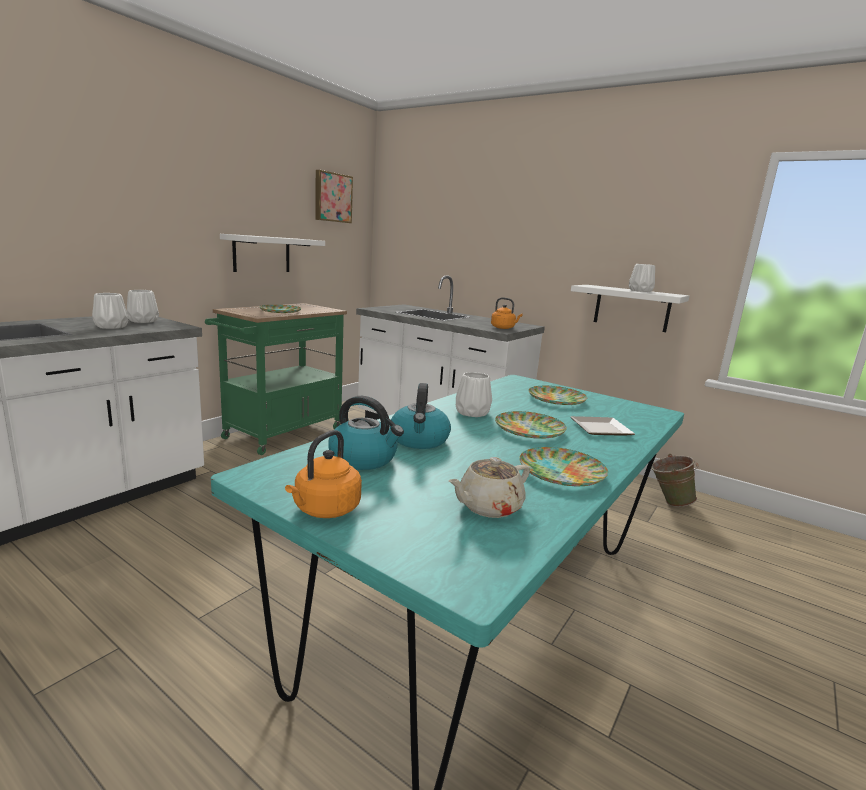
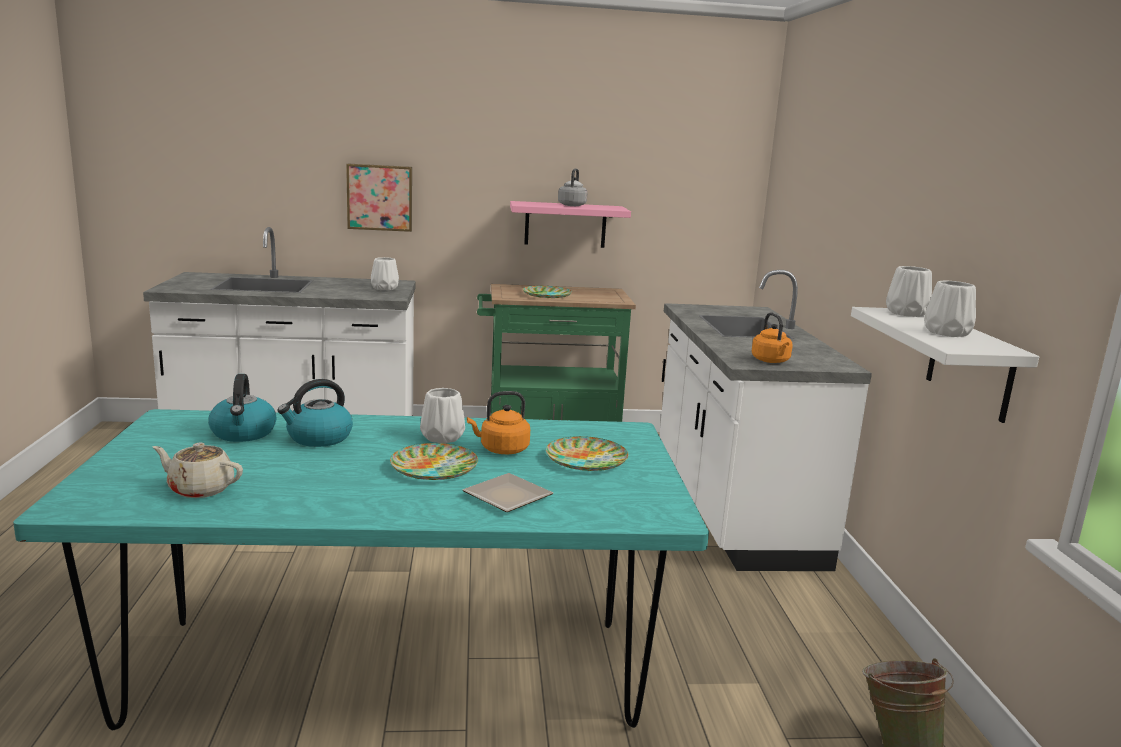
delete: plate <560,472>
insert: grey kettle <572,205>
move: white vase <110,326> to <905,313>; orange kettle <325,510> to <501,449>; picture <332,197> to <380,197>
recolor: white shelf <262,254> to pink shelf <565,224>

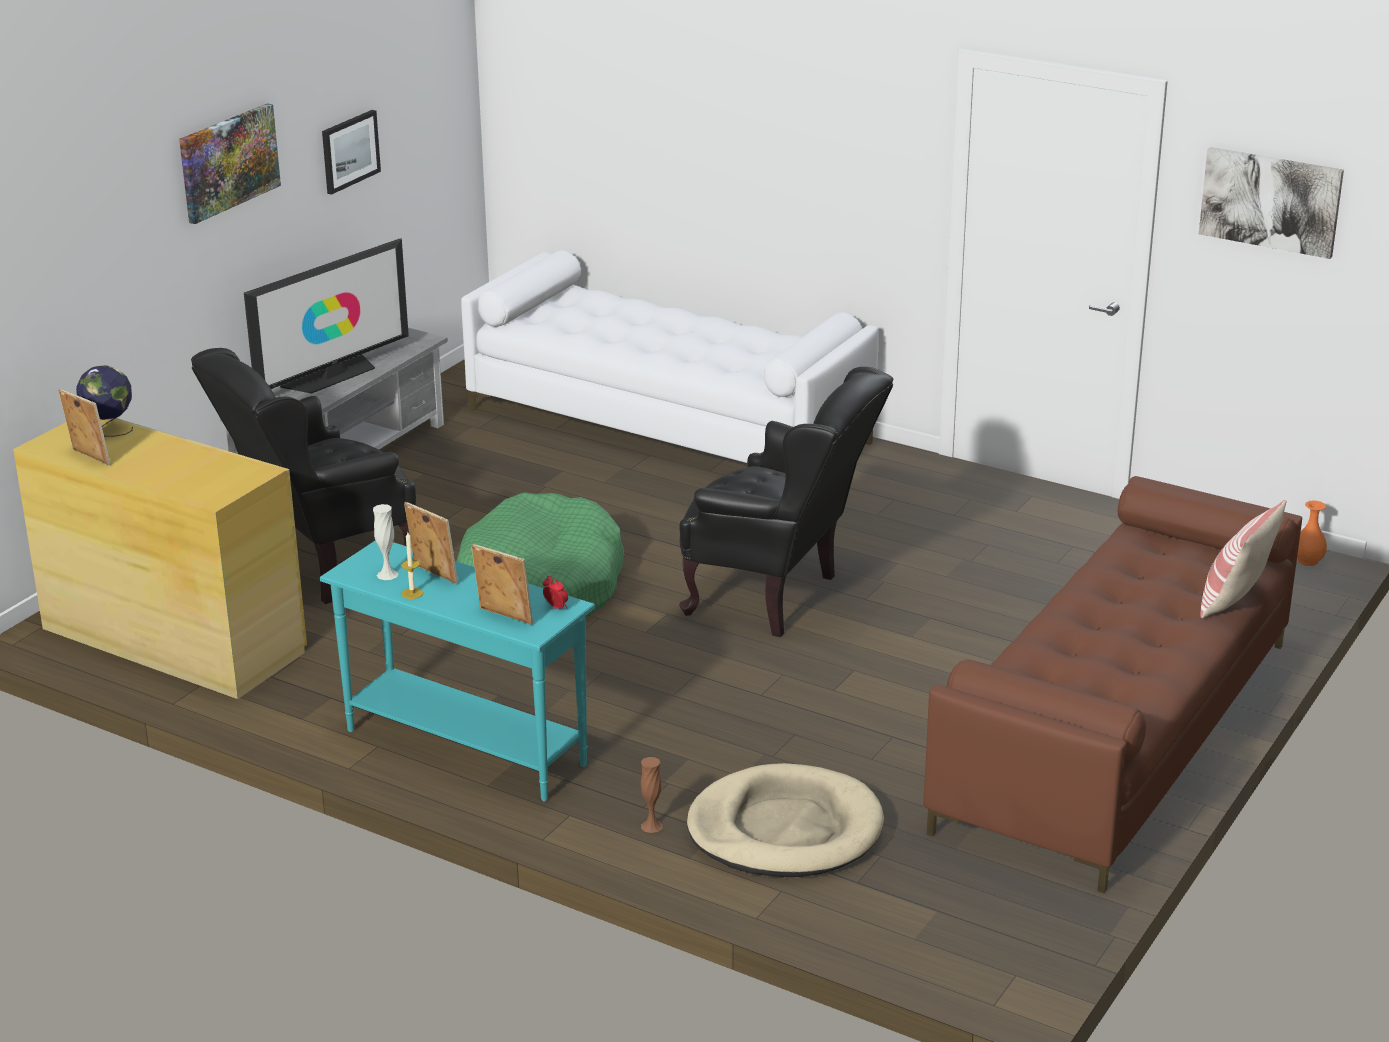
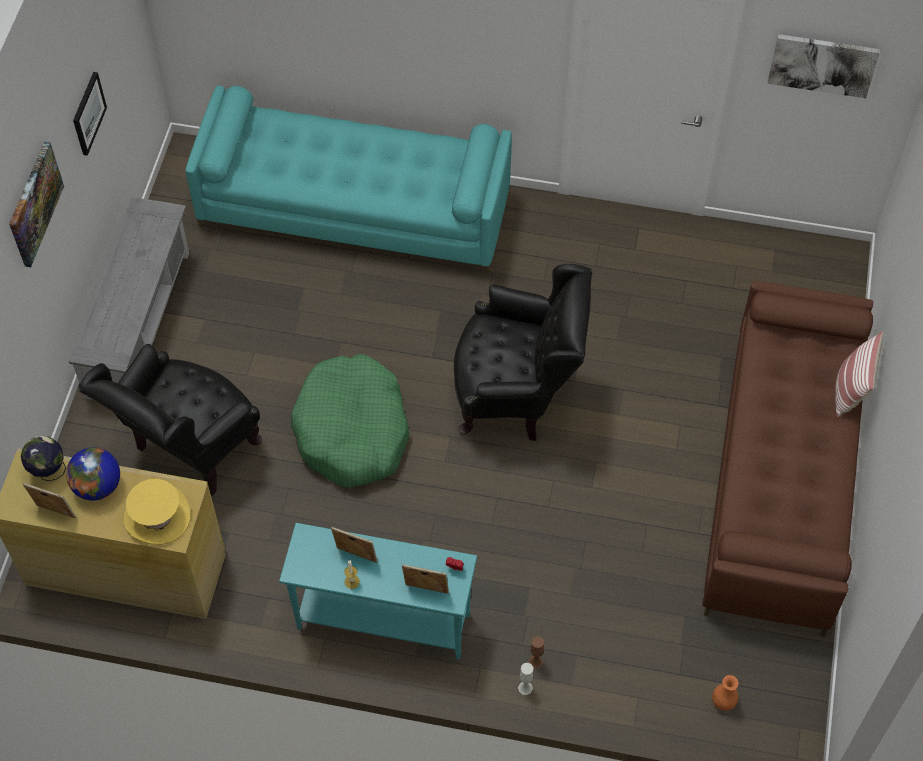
delete: television <332,376>; beige dog bed <785,830>
insert: globe <97,486>; yellow hat <157,517>
move: white vase <387,574> to <525,688>; orange vase <1308,561> to <723,701>
recolor: white sofa <668,426> to turquoise sofa <355,209>

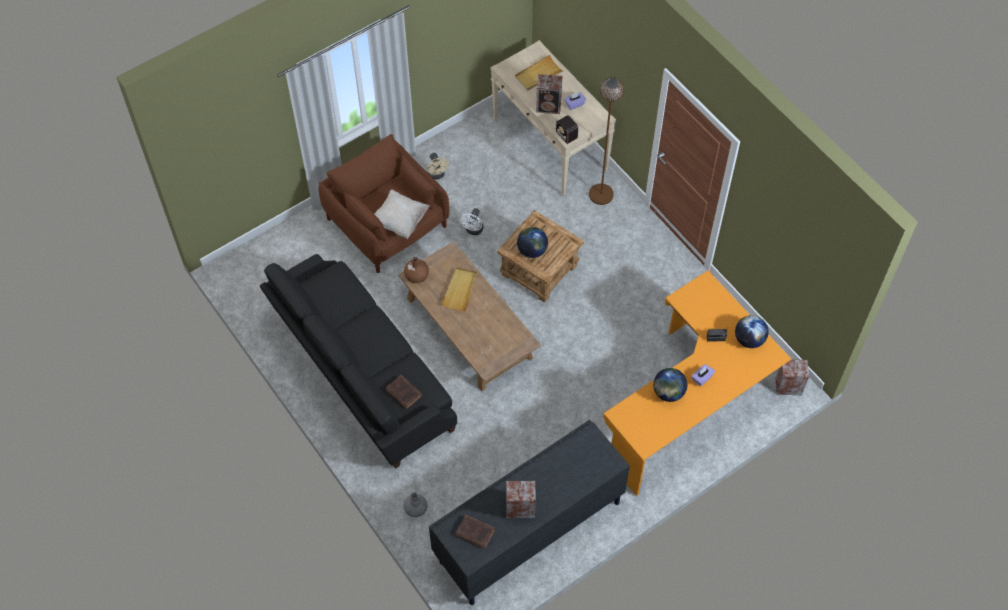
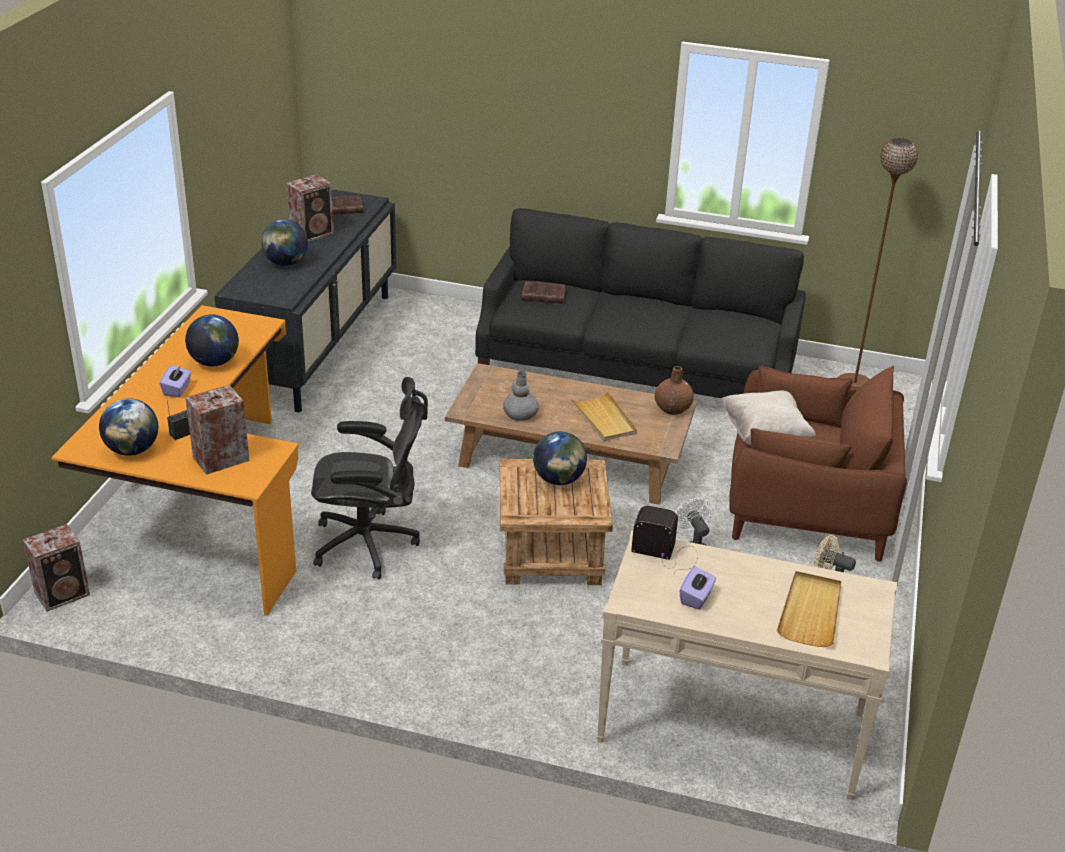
insert: globe <286,263>; office chair <370,544>
move: grey vase <416,508> to <520,414>; speaker <549,106> to <219,459>; brown floor lamp <600,195> to <854,386>

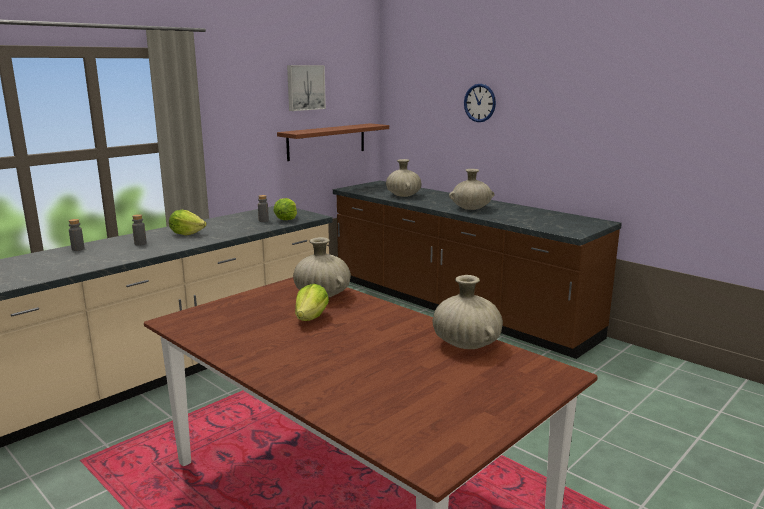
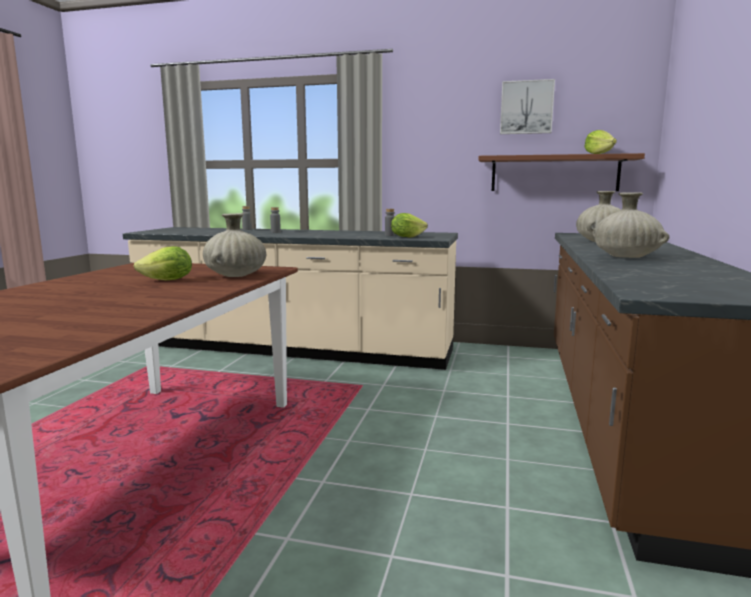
delete: beige vase <466,344>; wall clock <479,103>
move: lettuce <187,234> to <598,154>

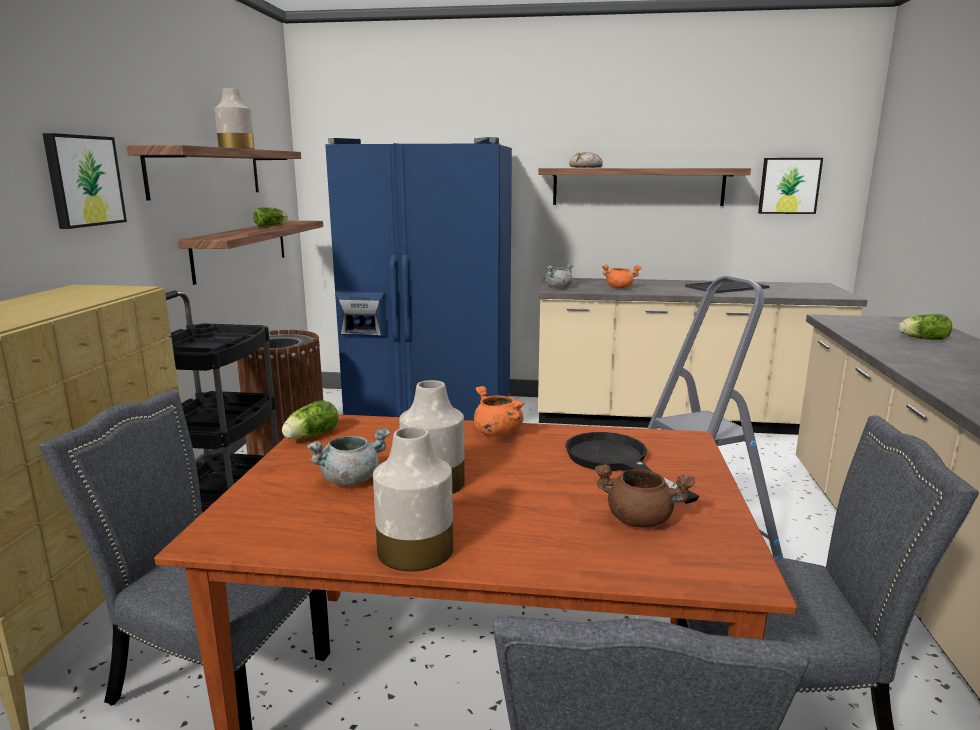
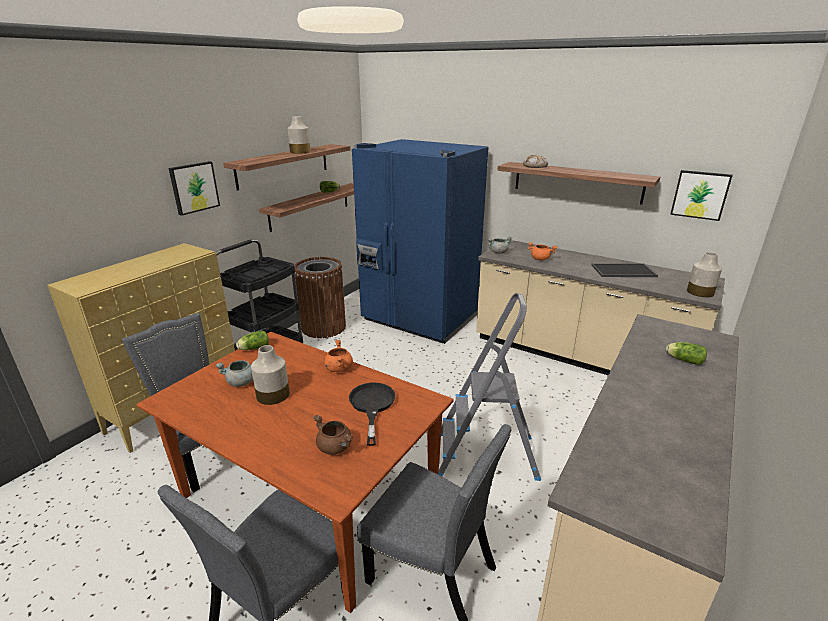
move: beige vase <415,550> to <700,292>

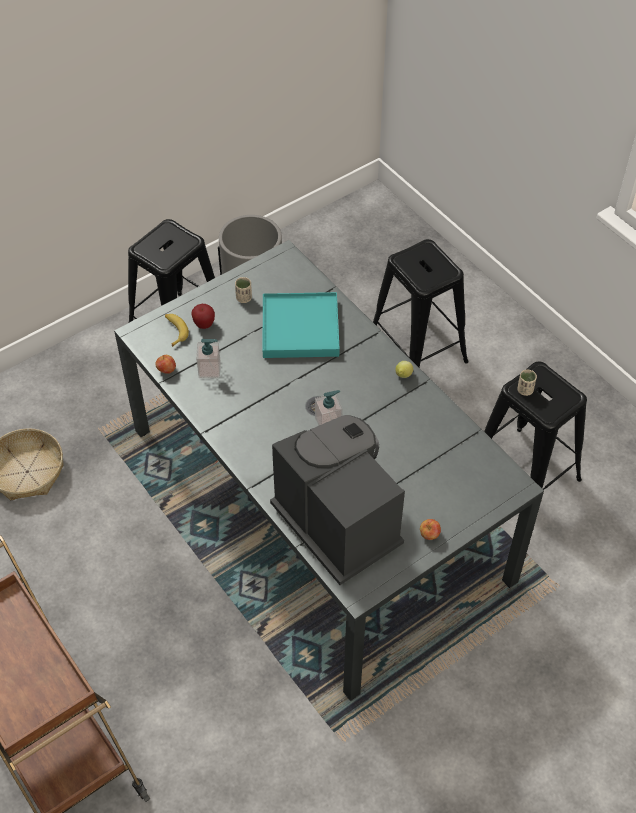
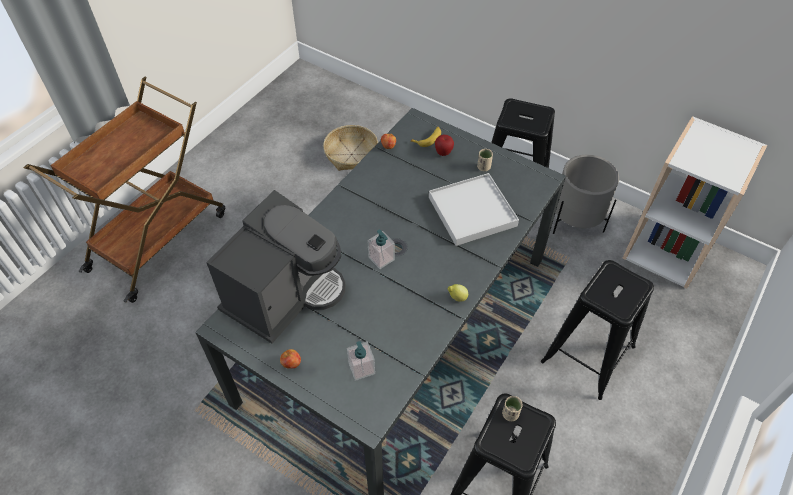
insert: bookcase <667,250>
move: soap dispenser <210,370> to <361,368>
recolor: turquoise tray <300,328> to white tray <472,212>

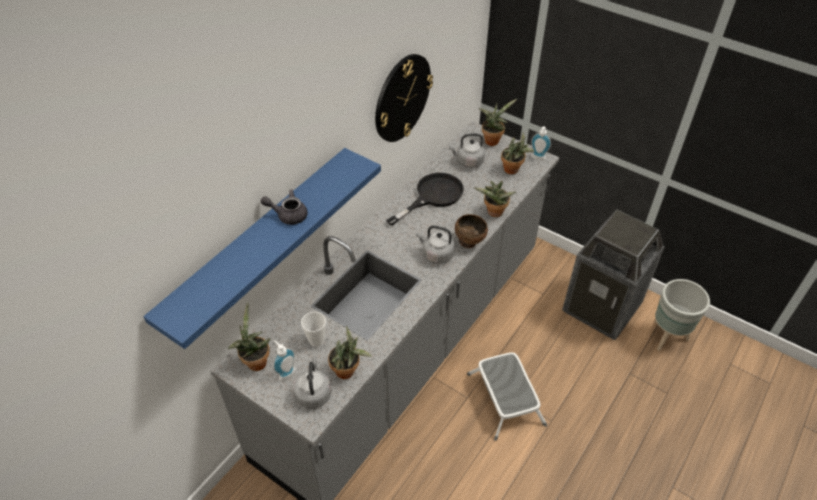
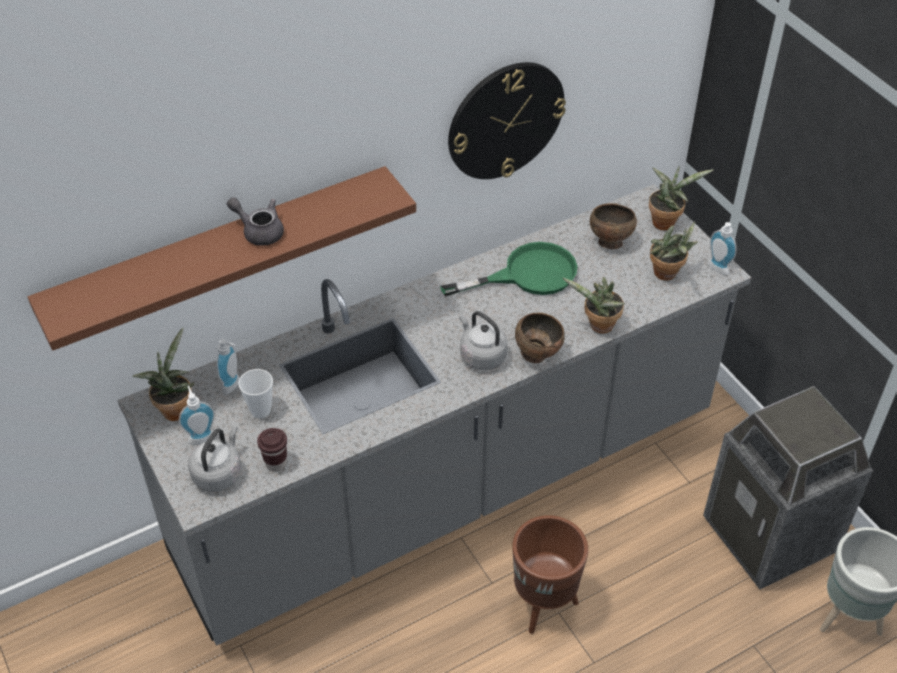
insert: soap dispenser <234,385>
replace: potted plant <348,371> to brown cup <276,463>; grey kettle <468,162> to brown bowl <609,242>; grey step ladder <505,399> to brown planter <544,606>
recolor: blue shelf <259,241> to brown shelf <220,255>; black frying pan <432,196> to green frying pan <527,274>

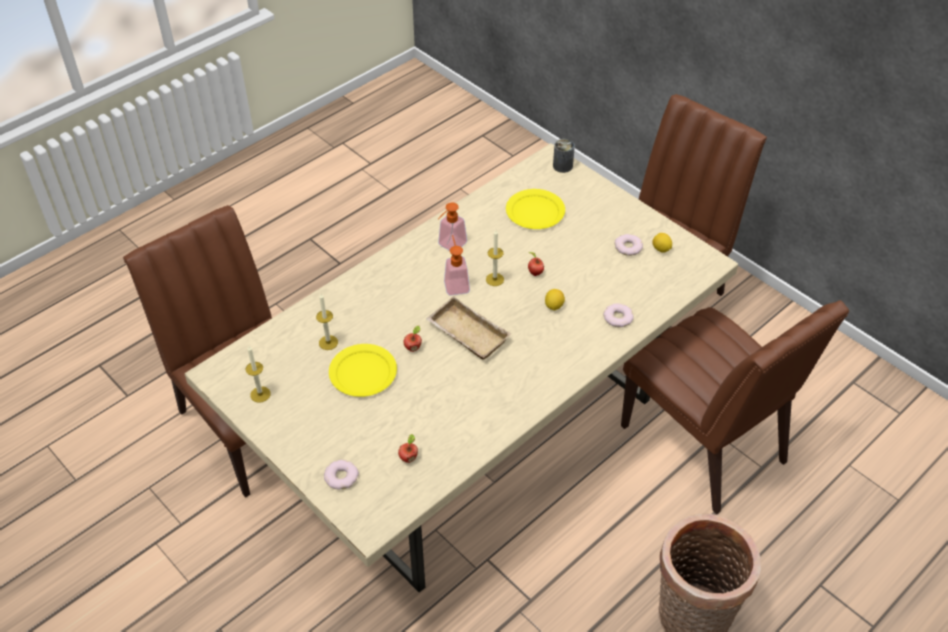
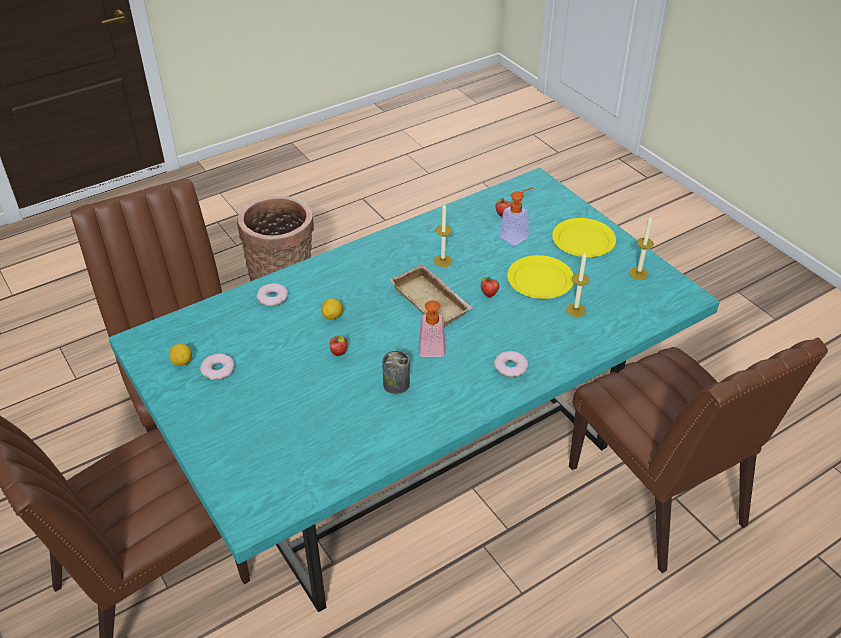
move: donut <341,477> to <510,367>; soap dispenser <449,246> to <517,235>; candle <494,279> to <443,260>; yellow plate <535,212> to <583,240>; can <562,166> to <396,384>
recolor: beige dining table <473,435> to turquoise dining table <421,454>

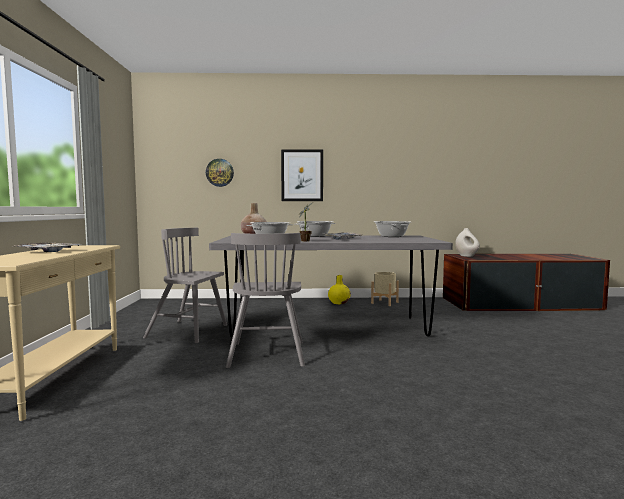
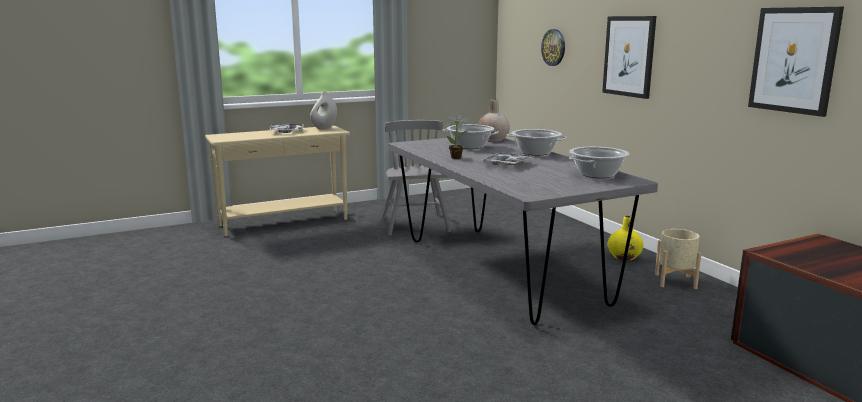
delete: grey chair <267,352>
insert: picture <794,60>
move: white vase <466,256> to <324,128>

